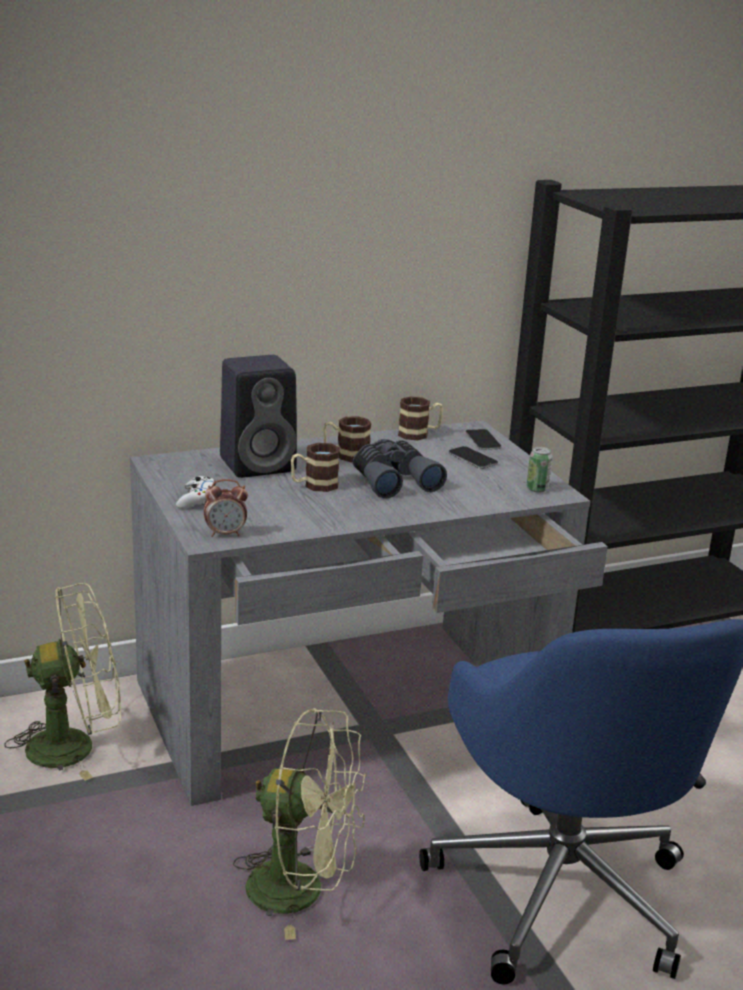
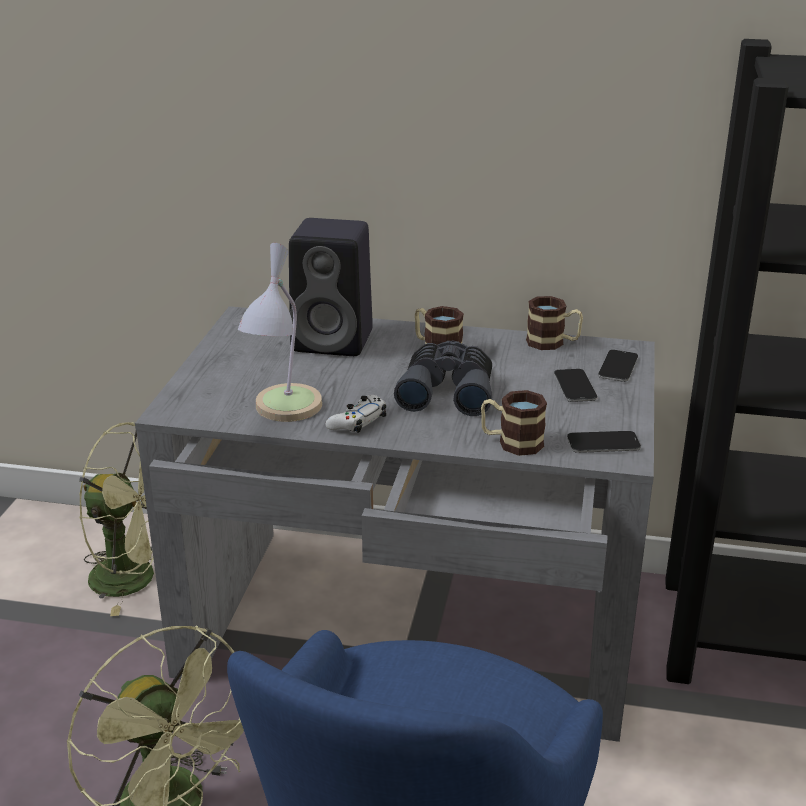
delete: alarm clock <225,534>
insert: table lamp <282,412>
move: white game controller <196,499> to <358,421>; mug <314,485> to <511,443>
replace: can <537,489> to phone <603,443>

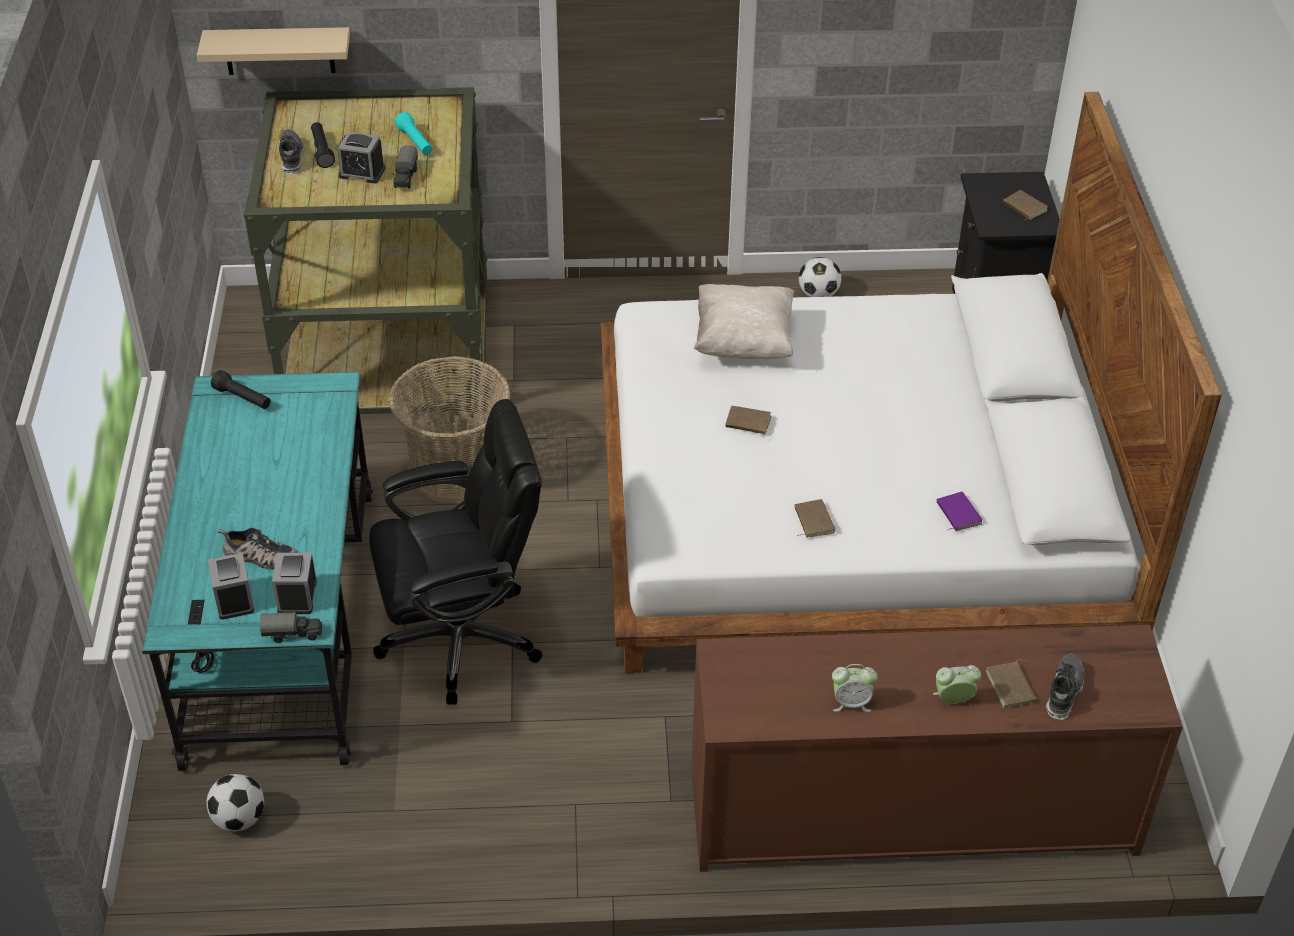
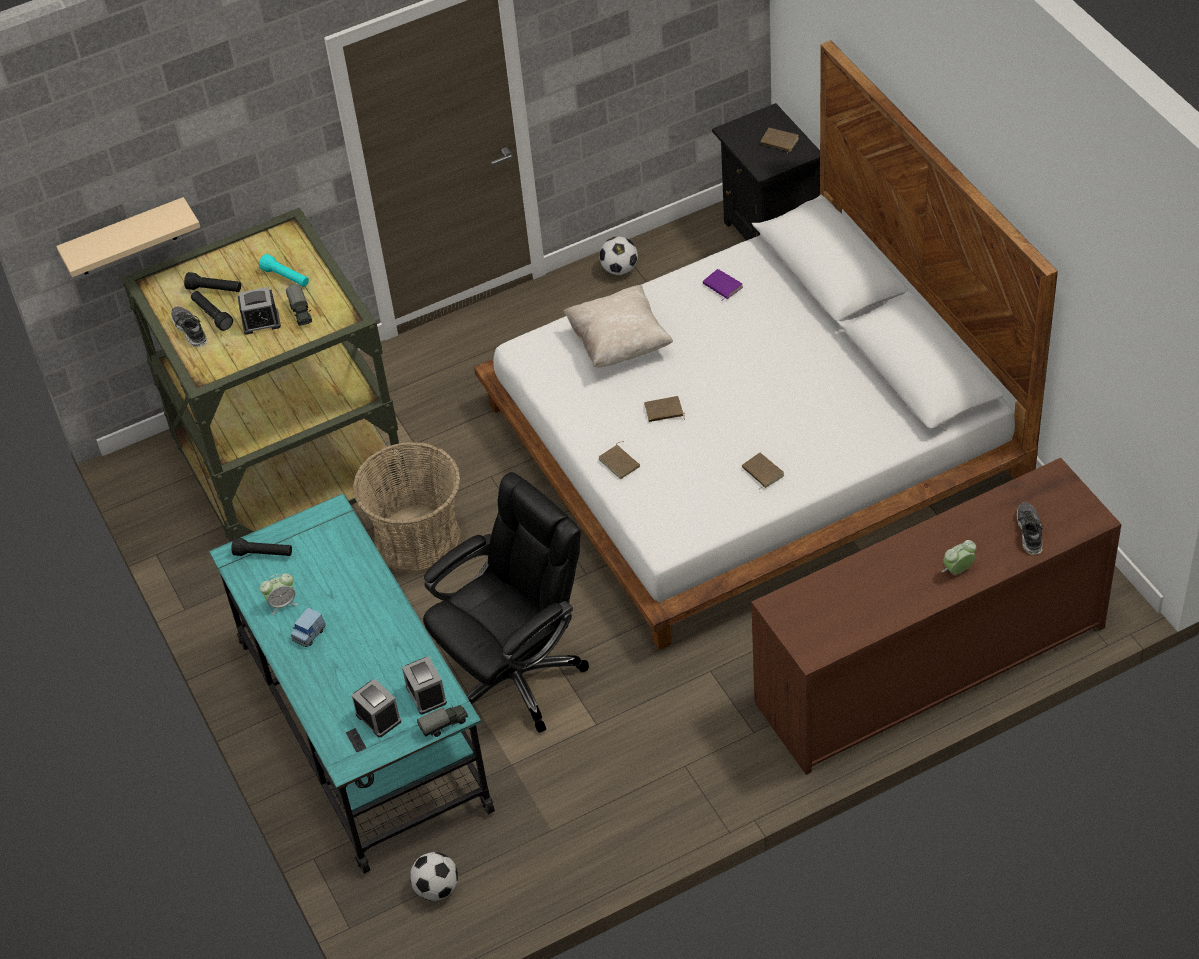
delete: shoe <259,557>
insert: black flashlight <214,289>; blue toy car <309,634>
move: alarm clock <851,703> to <282,603>; purple book <957,514> to <721,286>; brown book <1012,687> to <620,462>

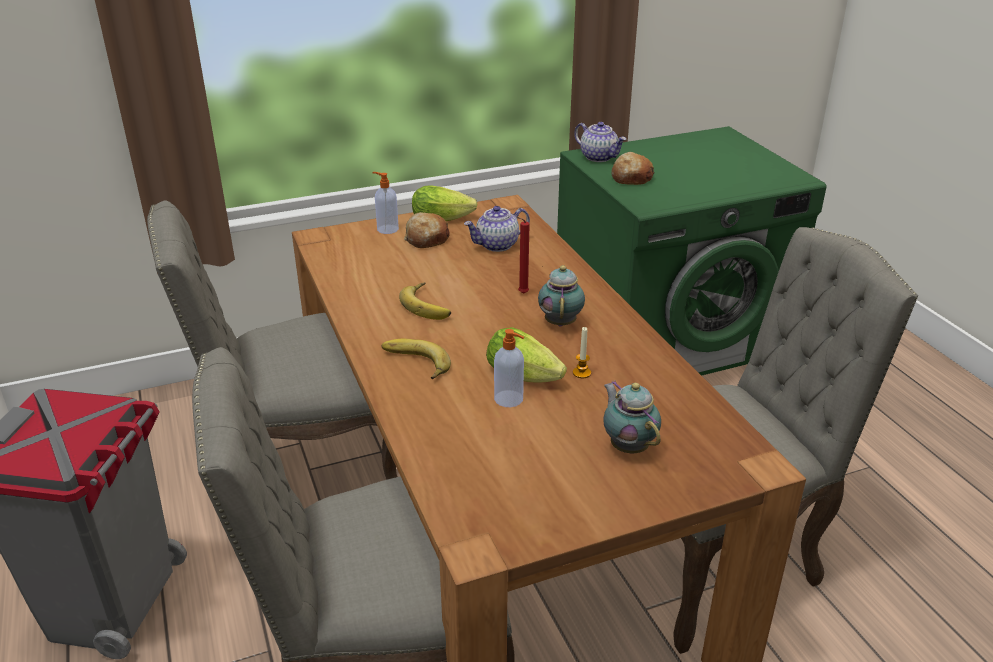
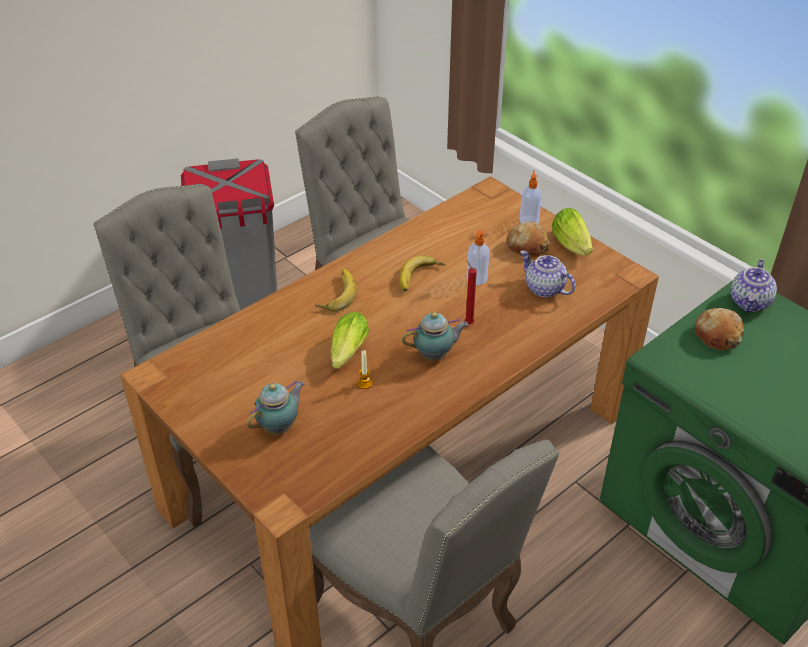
move: soap dispenser <509,399> to <476,279>

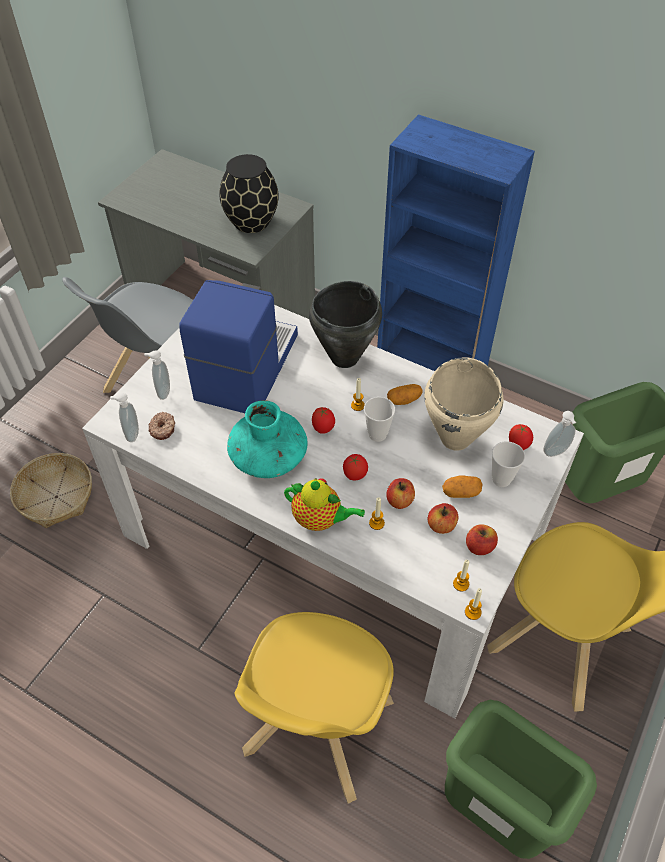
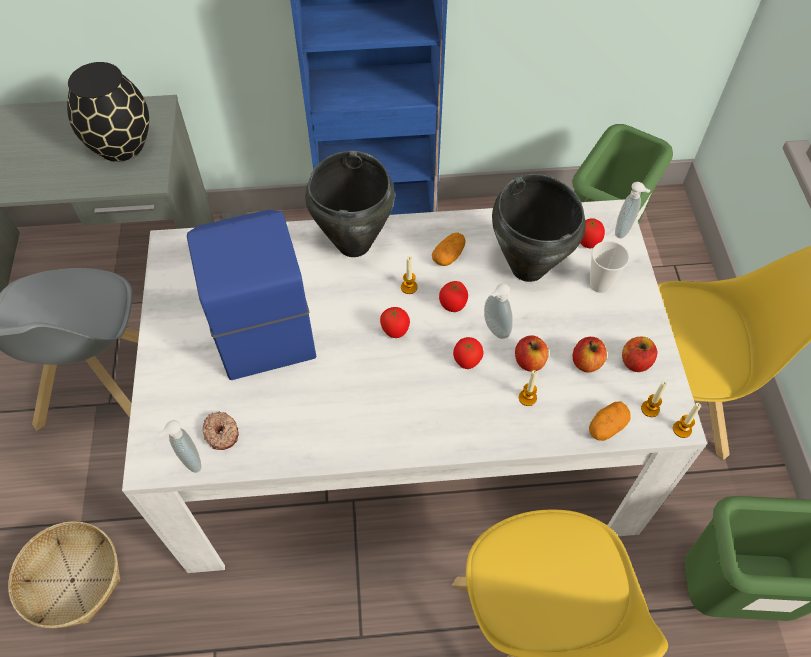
delete: turquoise vase <268,456>; teapot <320,520>
move: soap dispenser <162,392> to <494,330>; potato <461,492> to <606,426>
replace: cup <377,434> to tomato <453,306>
recolor: beige cooking pot <456,438> to black cooking pot <528,267>

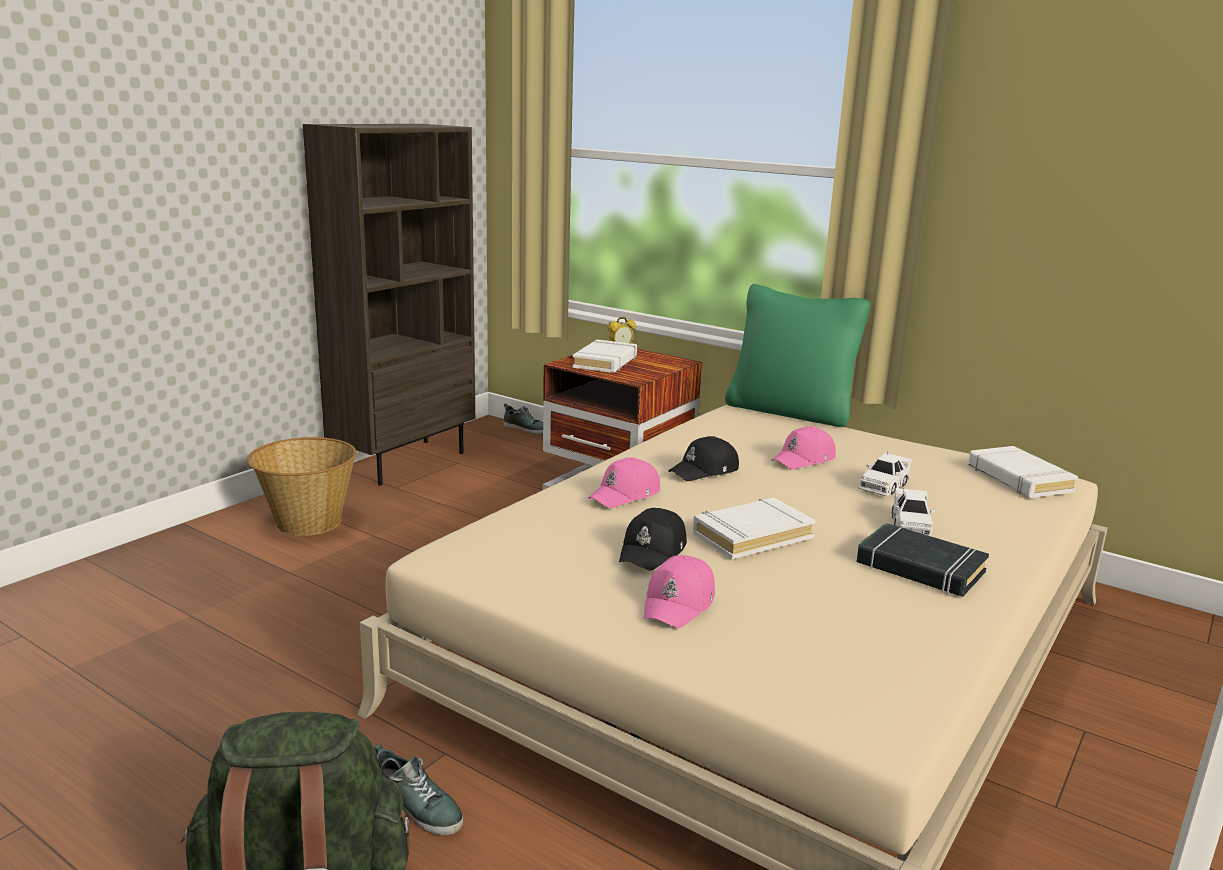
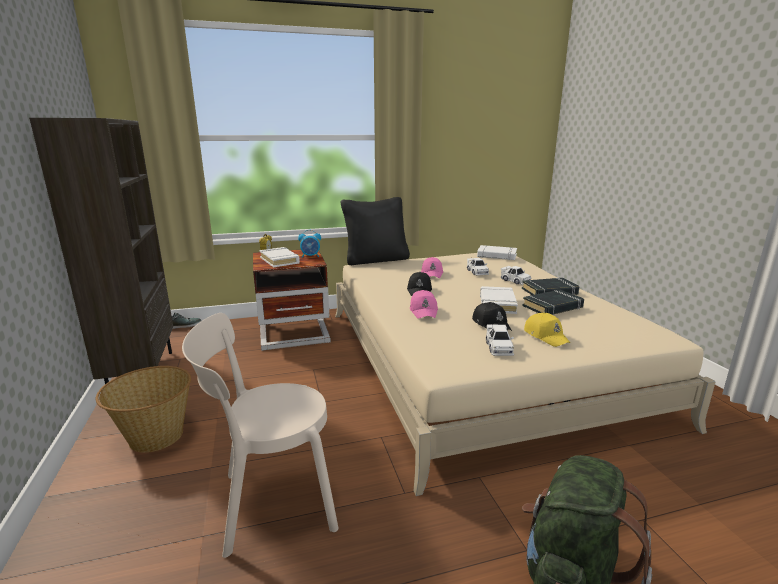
delete: shoe <418,806>
insert: beige chair <271,502>; alarm clock <310,256>; white toy car <498,348>; black book <553,307>
recolor: pink cap <680,604> to yellow cap <546,336>; green pillow <790,411> to black pillow <376,260>

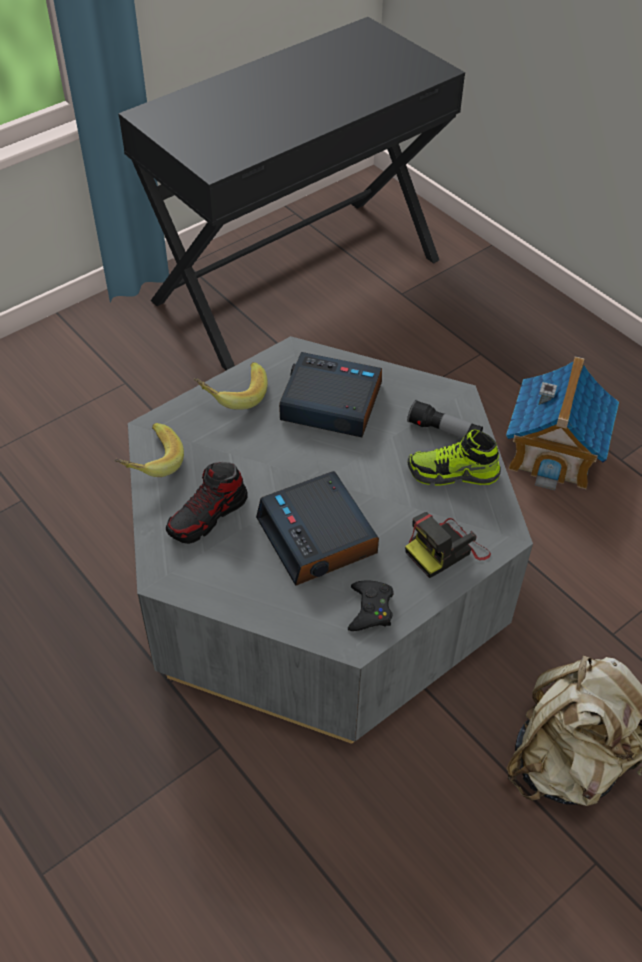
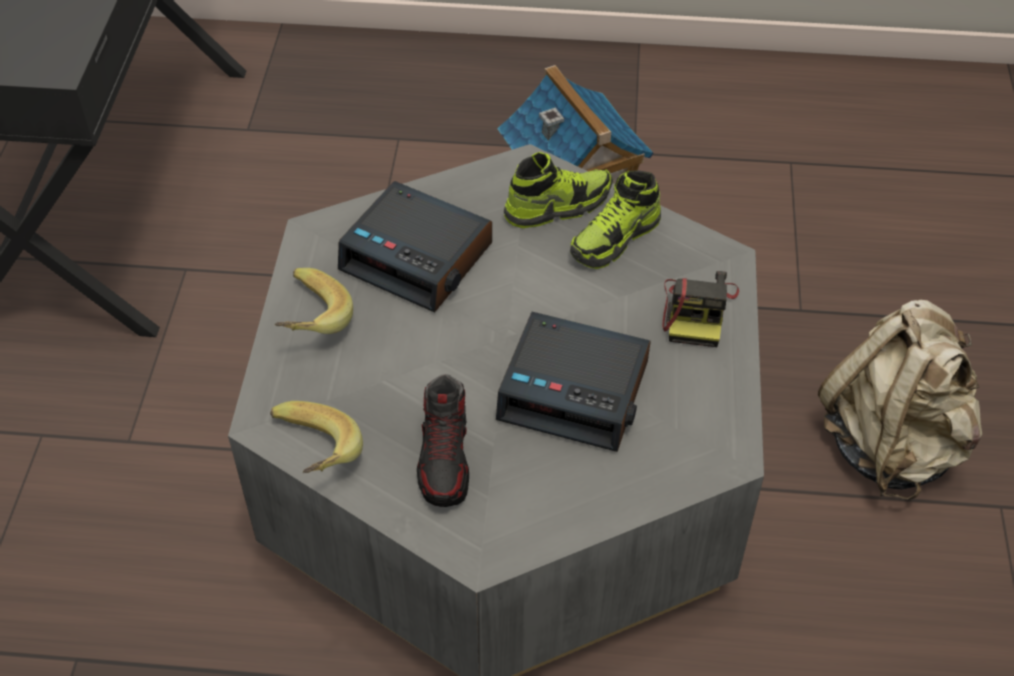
delete: black game controller <370,609>
replace: flashlight <444,431> to shoe <557,206>
rotate: alarm clock <330,403> = <418,257> 120 degrees counterclockwise

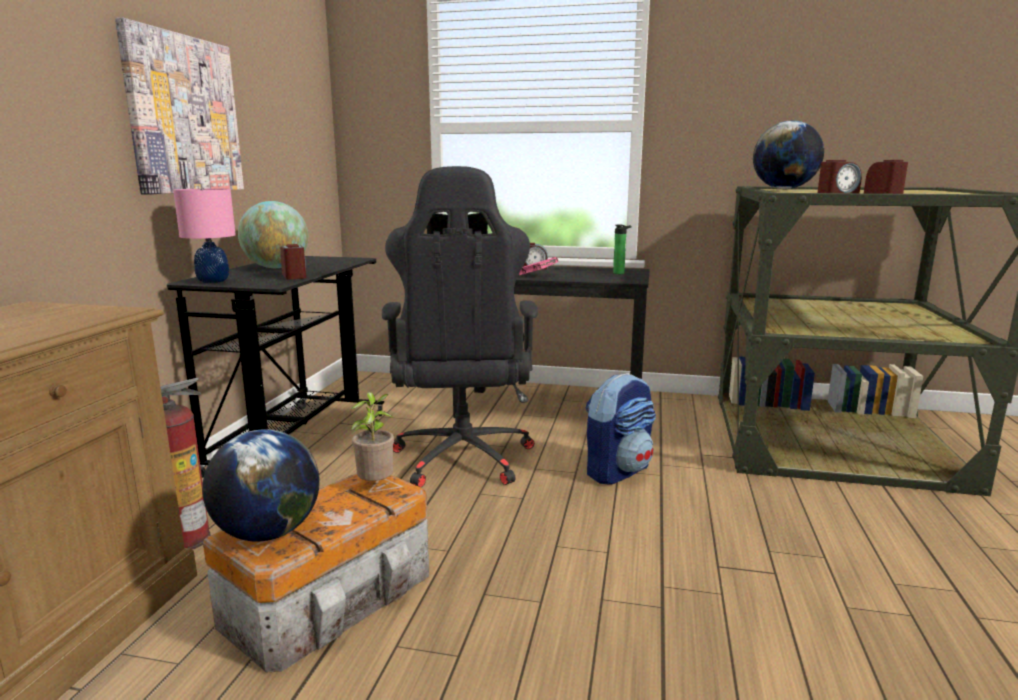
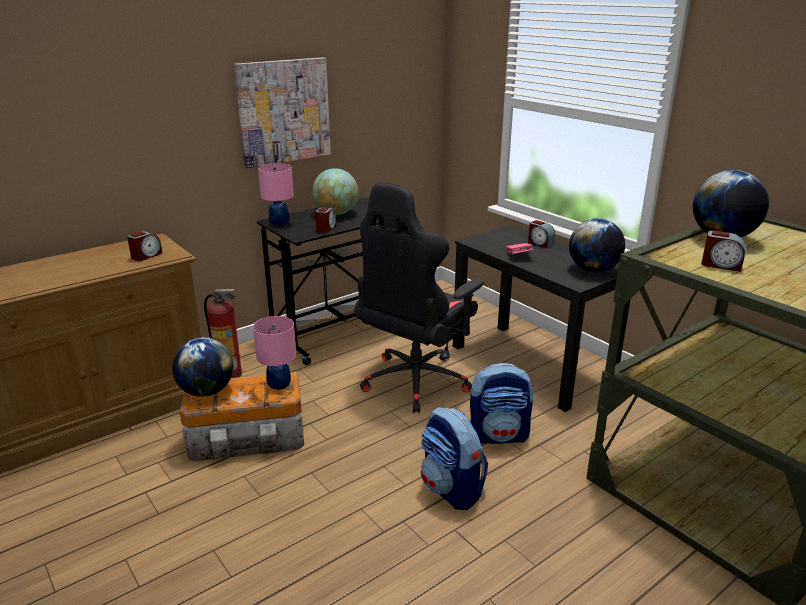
insert: backpack <451,489>
move: alarm clock <884,194> to <146,256>
replace: potted plant <376,485> to pink table lamp <280,385>; bottle <620,273> to globe <593,270>

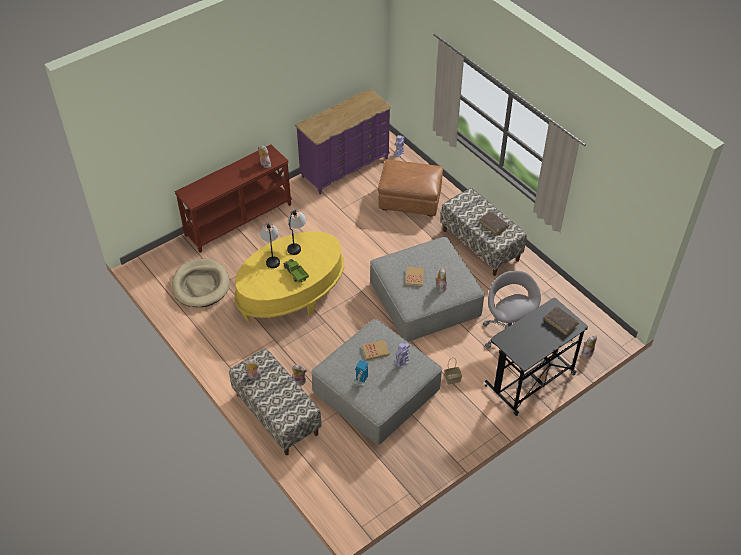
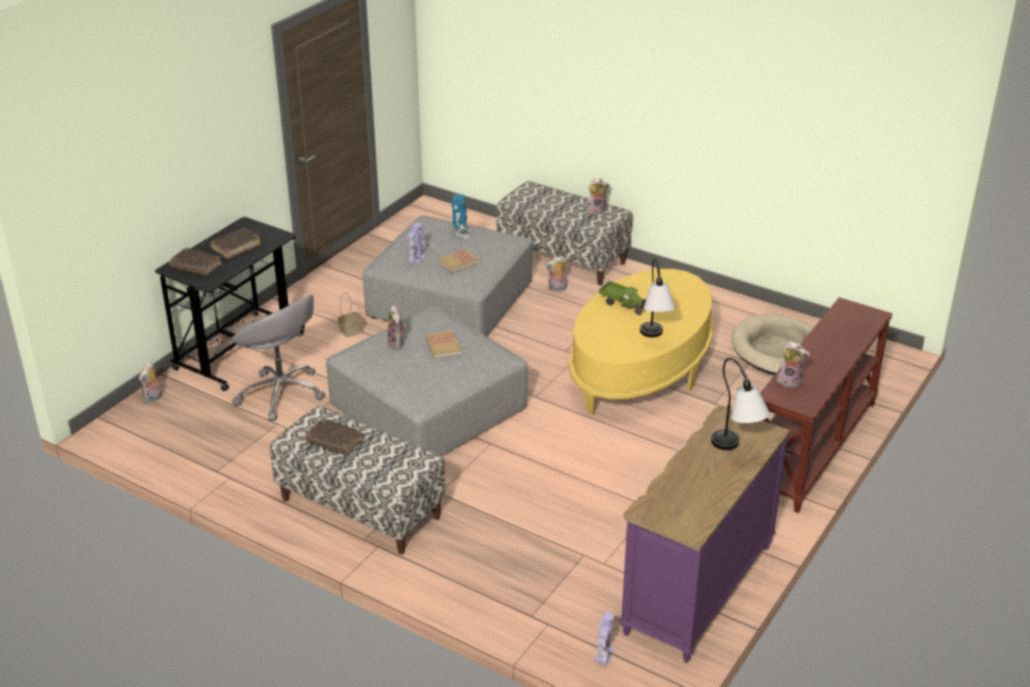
delete: brown ottoman <410,200>
insert: brown book <236,247>
move: table lamp <272,256> to <736,452>

